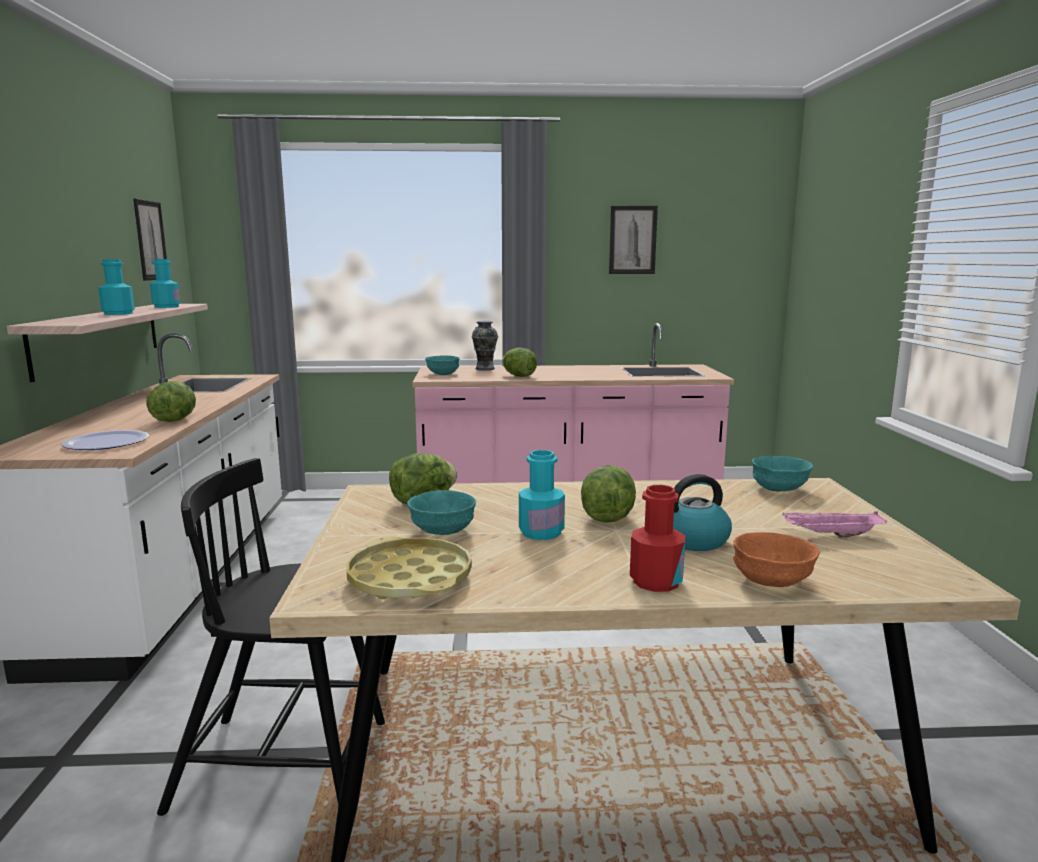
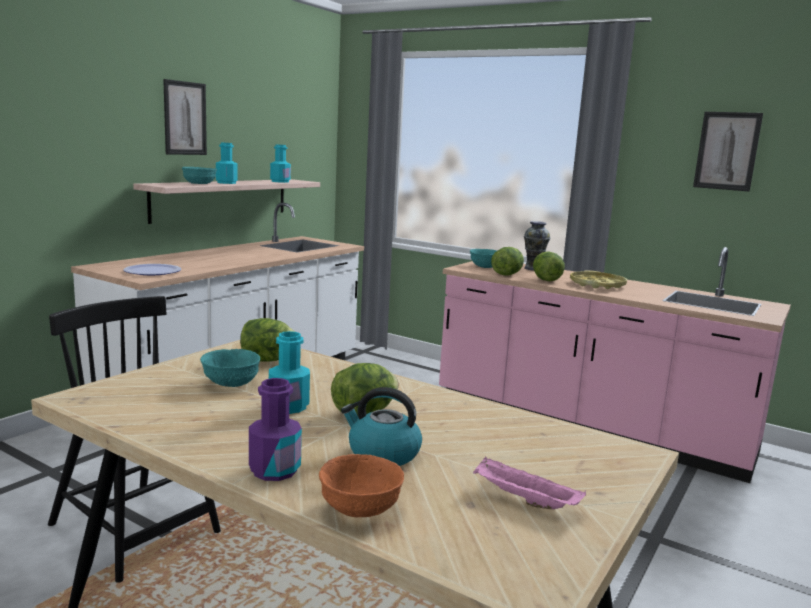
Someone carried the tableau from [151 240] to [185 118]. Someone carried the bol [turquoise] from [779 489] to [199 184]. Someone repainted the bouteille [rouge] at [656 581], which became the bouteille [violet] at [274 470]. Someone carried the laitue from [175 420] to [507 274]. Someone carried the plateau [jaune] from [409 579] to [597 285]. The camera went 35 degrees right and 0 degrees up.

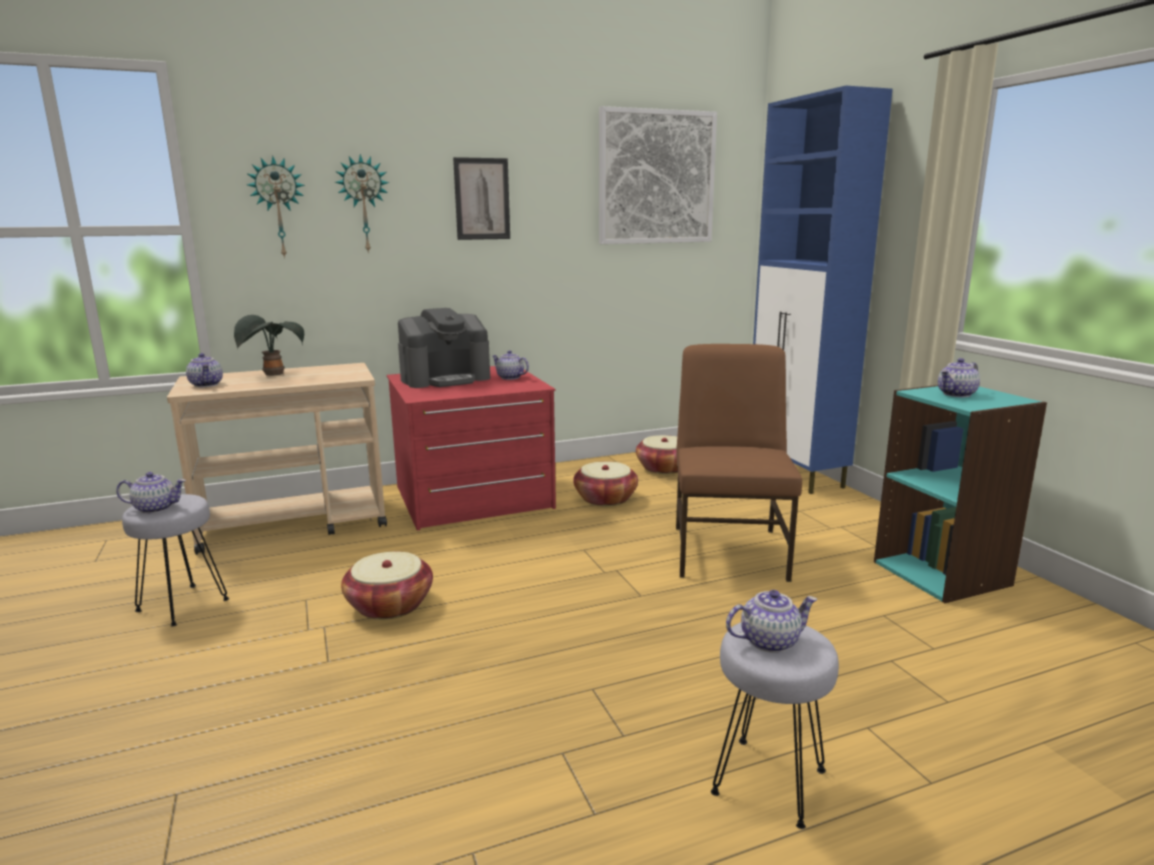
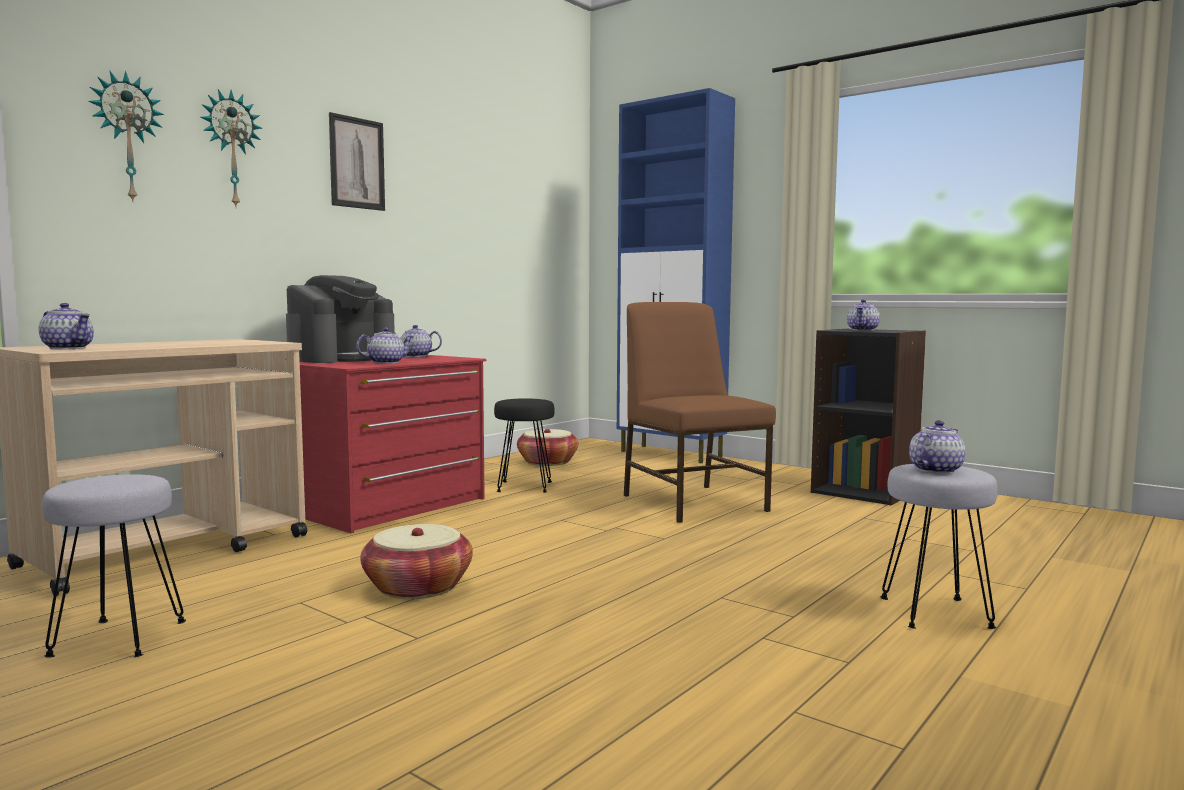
Someone carried the théière from [156 508] to [386 362]. Someone swapped the panier at [605 499] for the tabouret [noir] at [524 487]. Someone repainted the bibliothèque [turquoise] at [942 573], which became the bibliothèque [noir] at [865 491]. Someone took away the plante en pot at [272 375]. Someone took away the tableau at [656 177]. The camera went 30 degrees left and 10 degrees down.

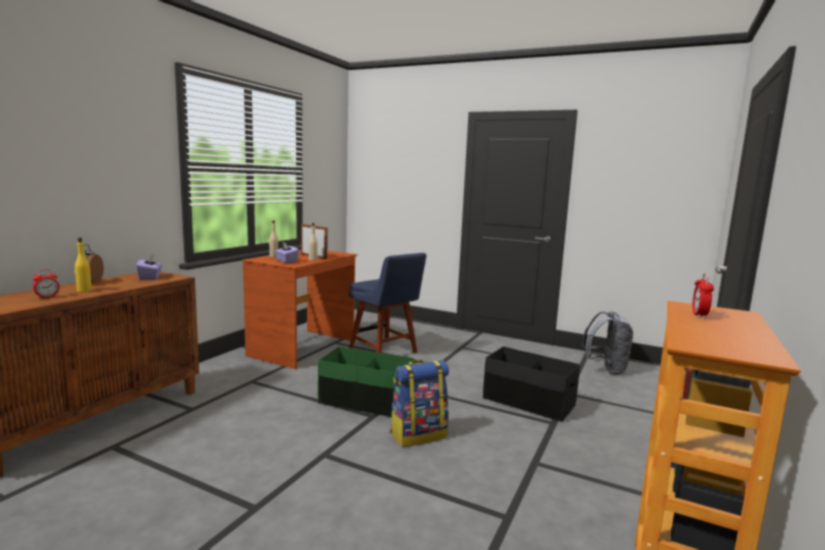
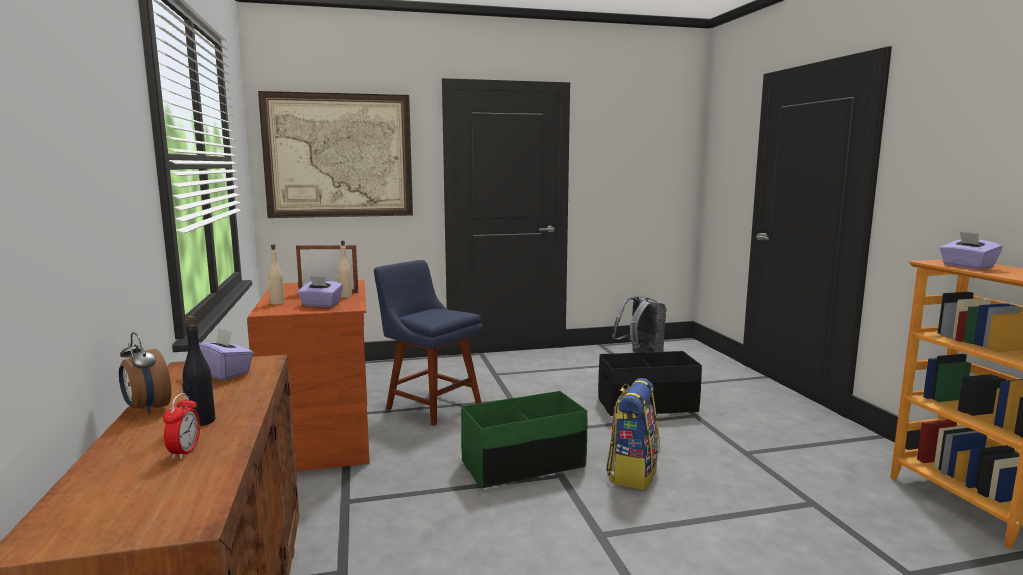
Someone repainted the bouteille [jaune] at [84 290], which became the bouteille [noir] at [201 421]. Someone put up the tableau at [339 156]. Someone rotated the chaise [bleu] at [385 352] by 150 degrees counterclockwise. Someone swapped the réveil at [699 315] for the boîte à mouchoirs [violet] at [967 266]. The camera went 40 degrees left and 0 degrees up.

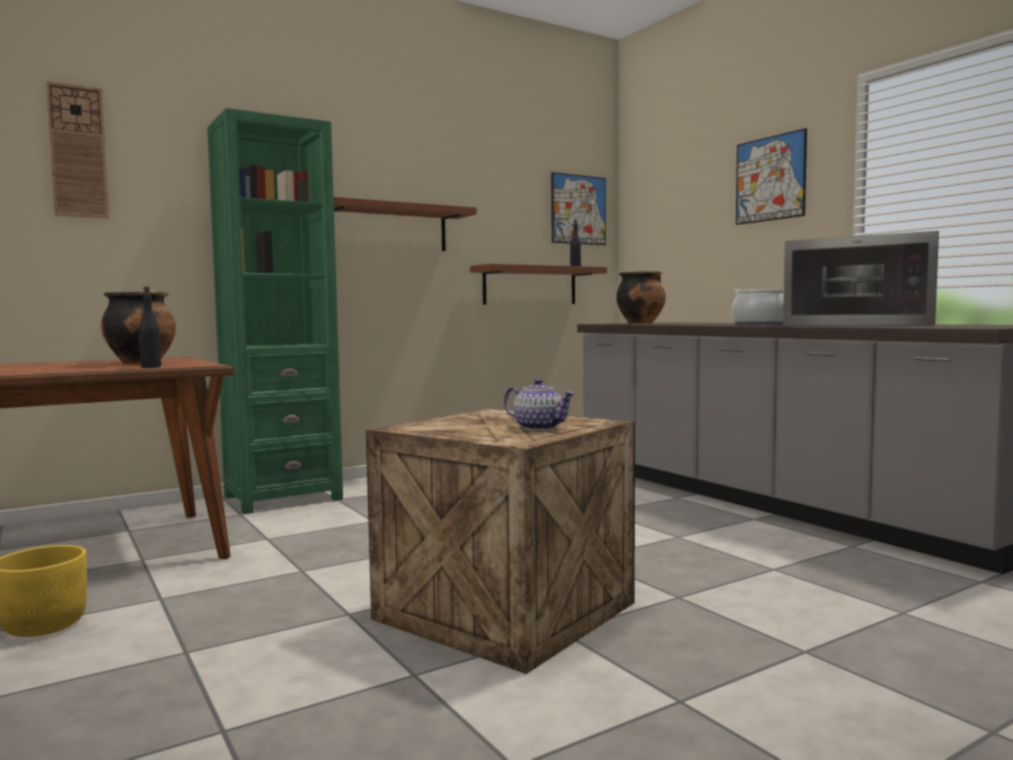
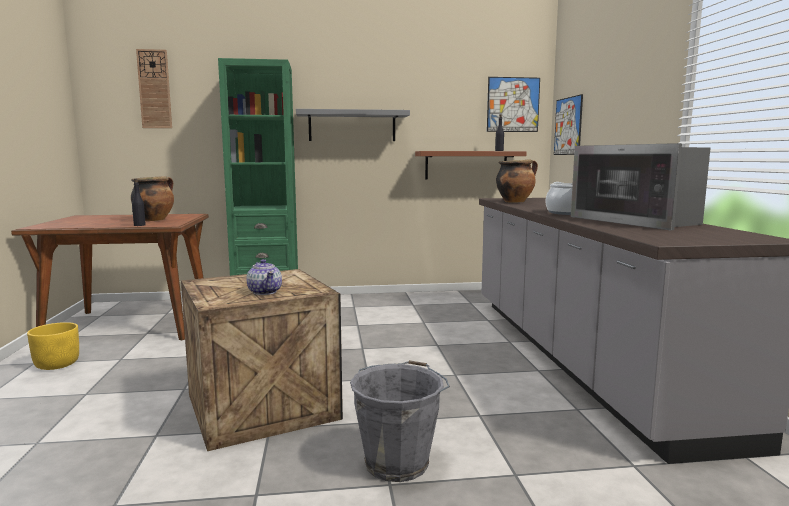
Someone repainted the étagère [marron] at [389 228], which became the étagère [gris] at [352 126]. Someone put down the seau [gris] at [398 462]. Someone carried the tableau from [770 179] to [568 126]. The camera went 25 degrees right and 5 degrees up.

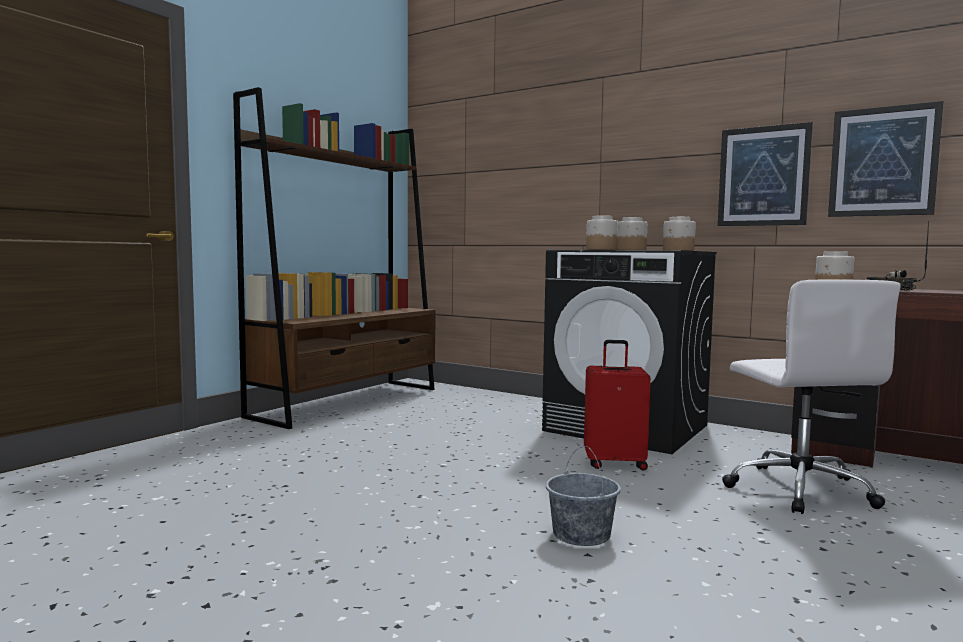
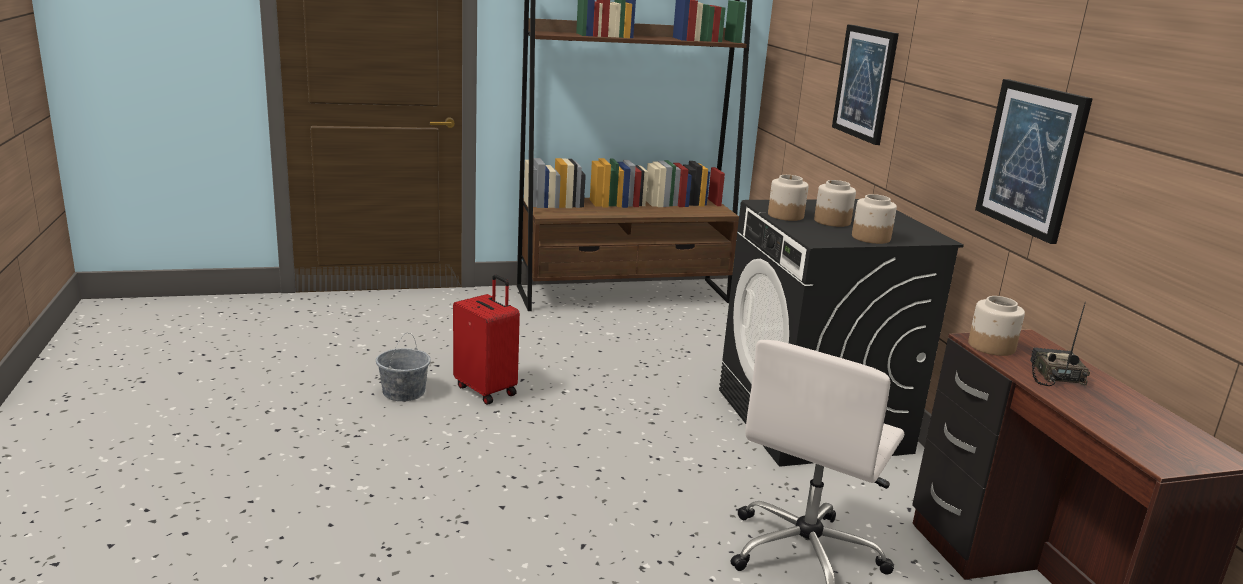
Someone carried the seau [gris] from [581 534] to [404 392]. Someone carried the valise [rouge] from [614 463] to [487 390]. Someone carried the tableau from [883 162] to [865 83]. The camera went 40 degrees right and 15 degrees up.

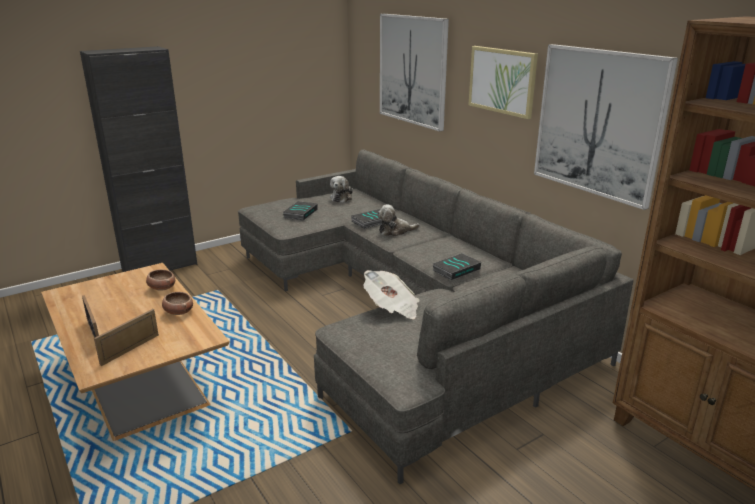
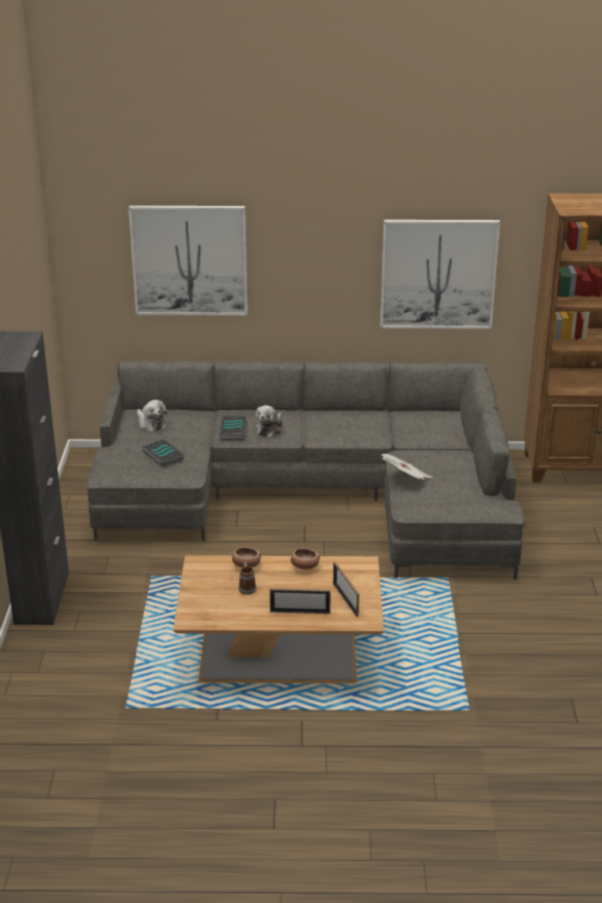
Someone put down the mug at [246 587]. Someone took away the livre at [456 269]. Someone took away the tableau at [502 81]. The camera went 55 degrees left and 5 degrees up.

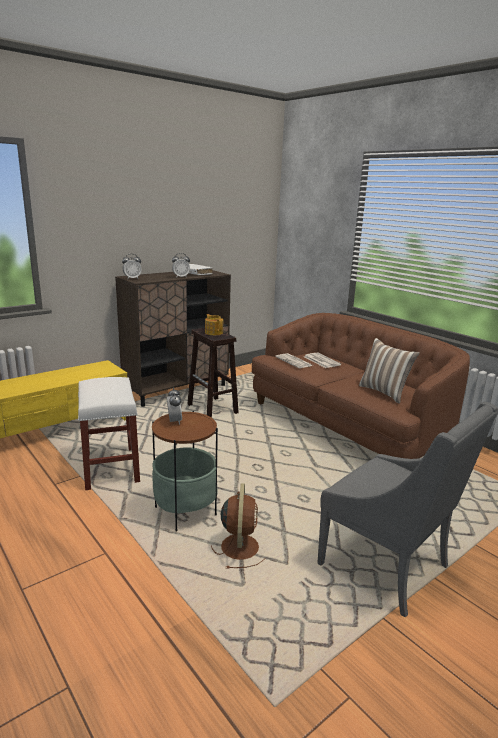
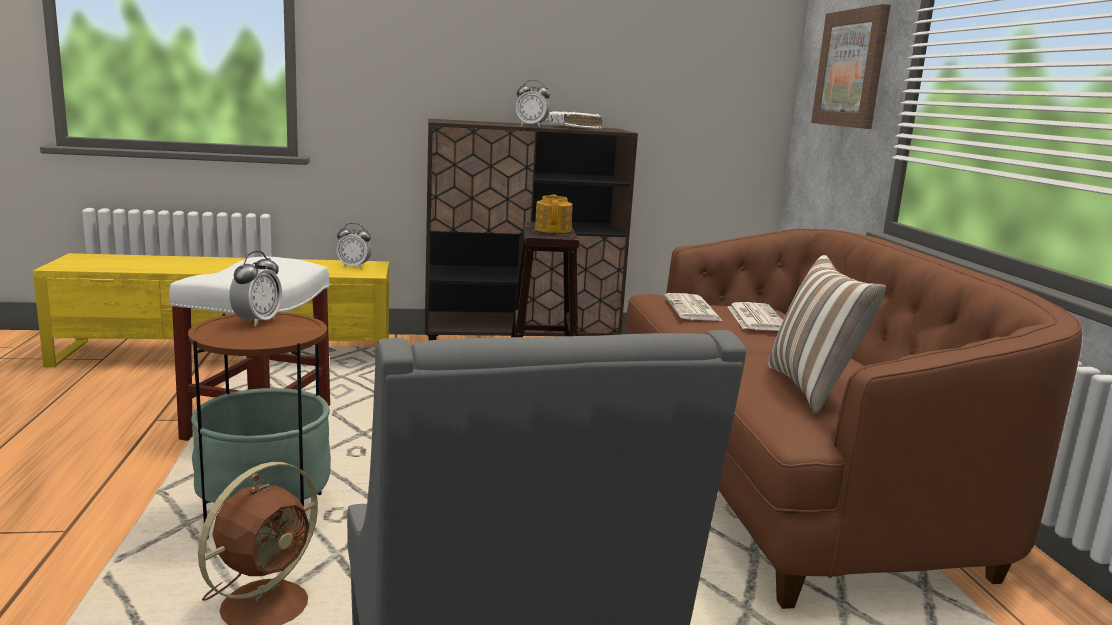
Someone carried the réveil from [132 278] to [354 267]. Someone put up the tableau at [851 68]. The camera went 30 degrees right and 5 degrees down.

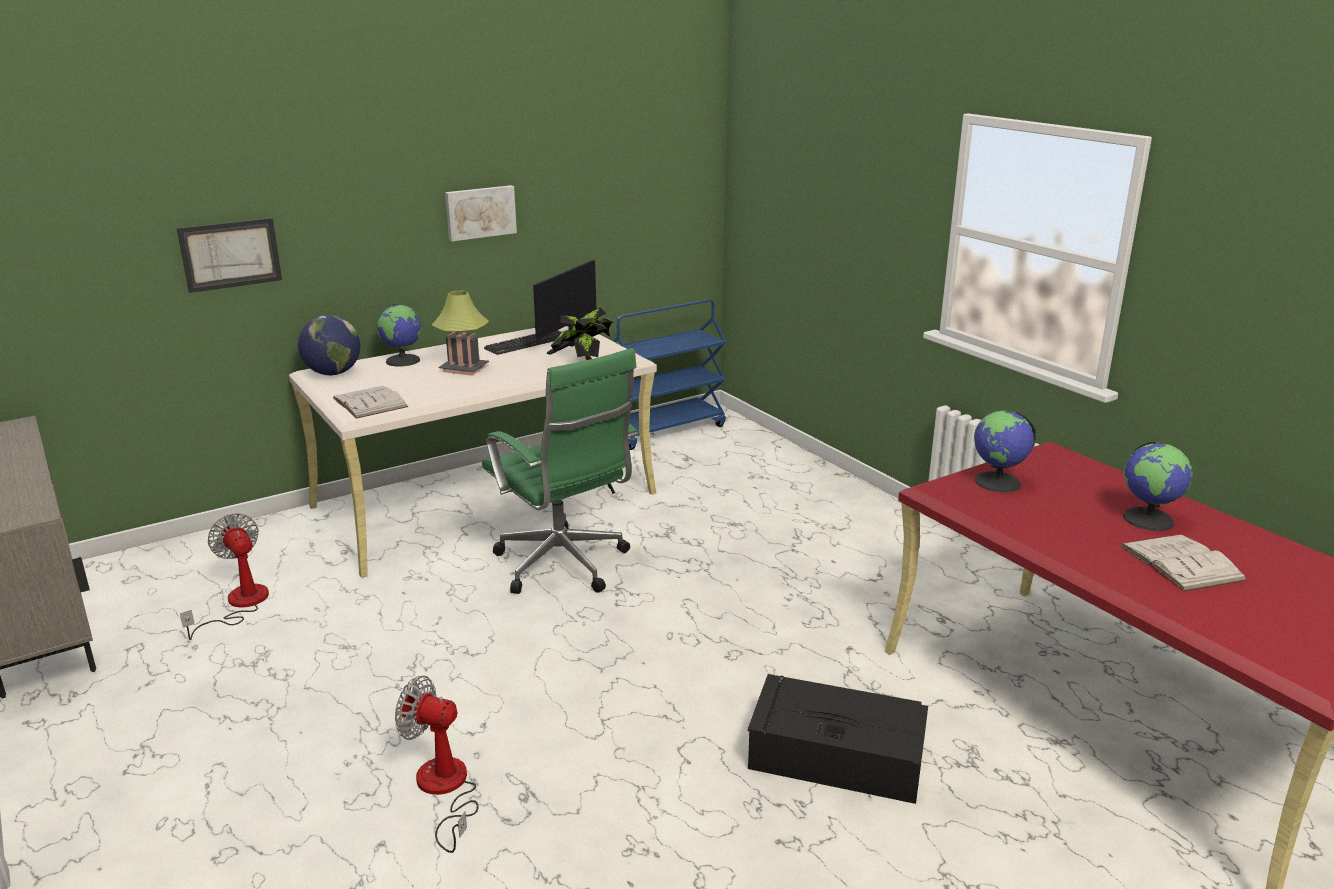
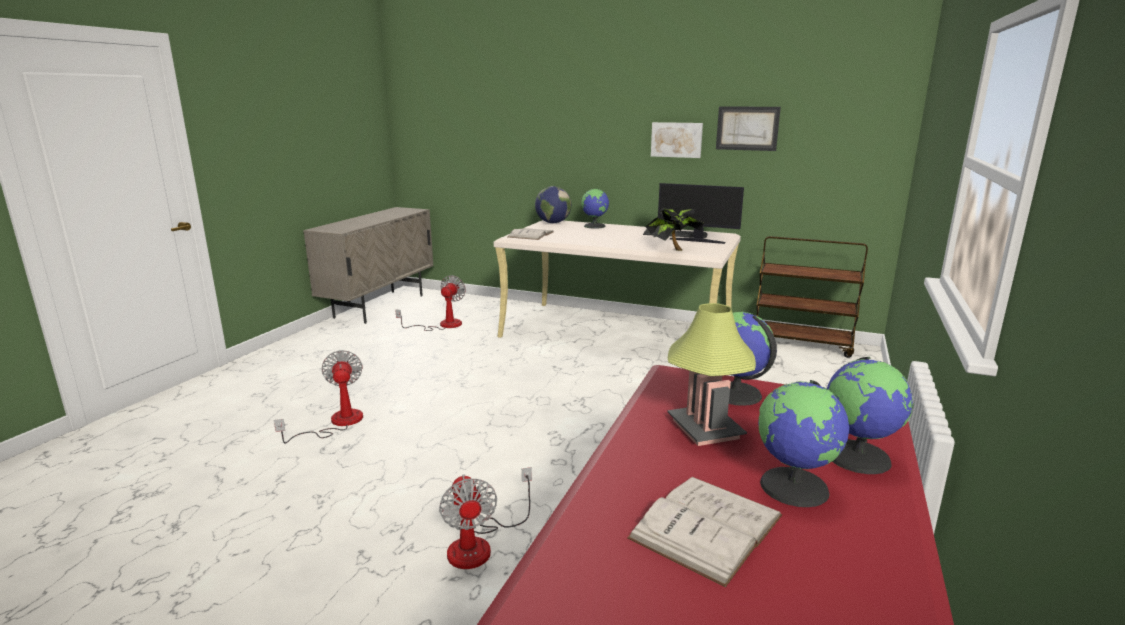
Someone swapped the boîte de rangement [noir] at [834 755] for the ventilateur at [480 544]. Someone rotated the écran d'ordinateur at [570 344] by 150 degrees counterclockwise. Someone carried the lampe de table from [464 369] to [705 429]. Someone carried the tableau from [230 254] to [747 128]. Someone repainted the chariot [bleu] at [666 429], which became the chariot [marron] at [801 344]. Someone put down the globe at [859 457]. Someone took away the chaise de bureau [vert] at [564 566]. The camera went 55 degrees right and 5 degrees down.

